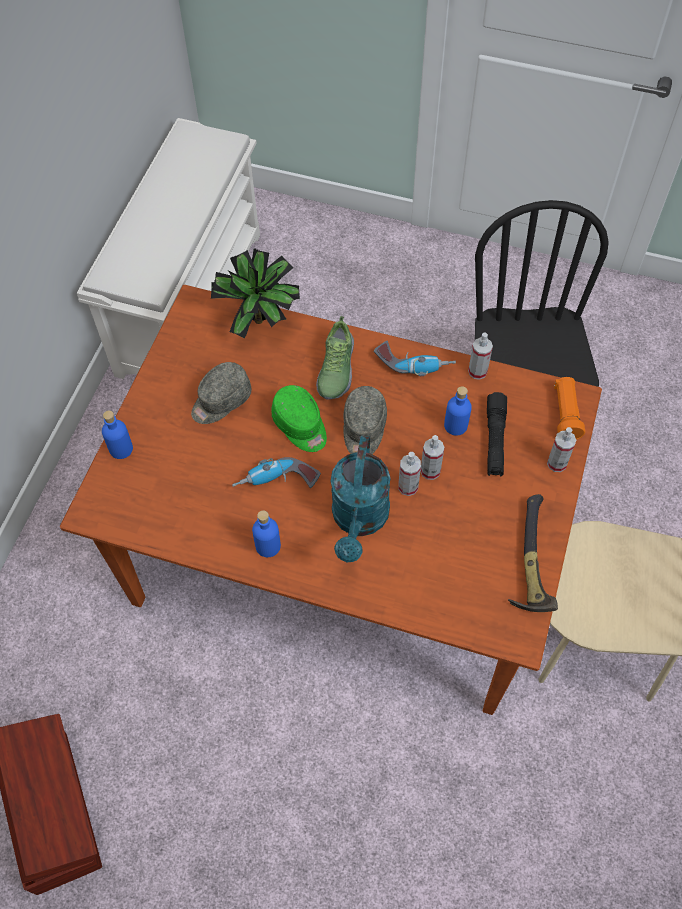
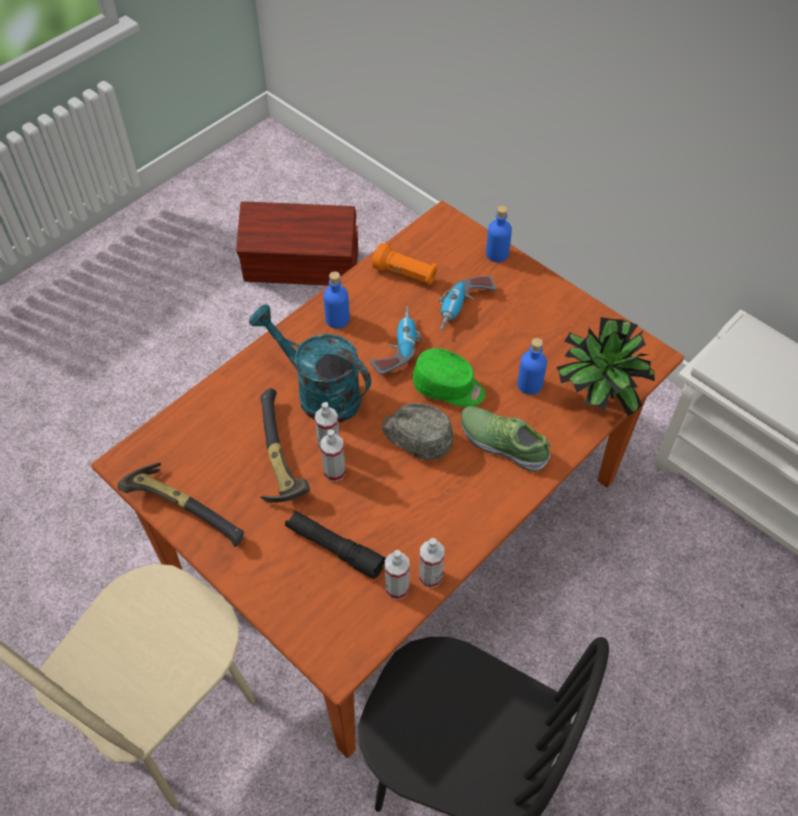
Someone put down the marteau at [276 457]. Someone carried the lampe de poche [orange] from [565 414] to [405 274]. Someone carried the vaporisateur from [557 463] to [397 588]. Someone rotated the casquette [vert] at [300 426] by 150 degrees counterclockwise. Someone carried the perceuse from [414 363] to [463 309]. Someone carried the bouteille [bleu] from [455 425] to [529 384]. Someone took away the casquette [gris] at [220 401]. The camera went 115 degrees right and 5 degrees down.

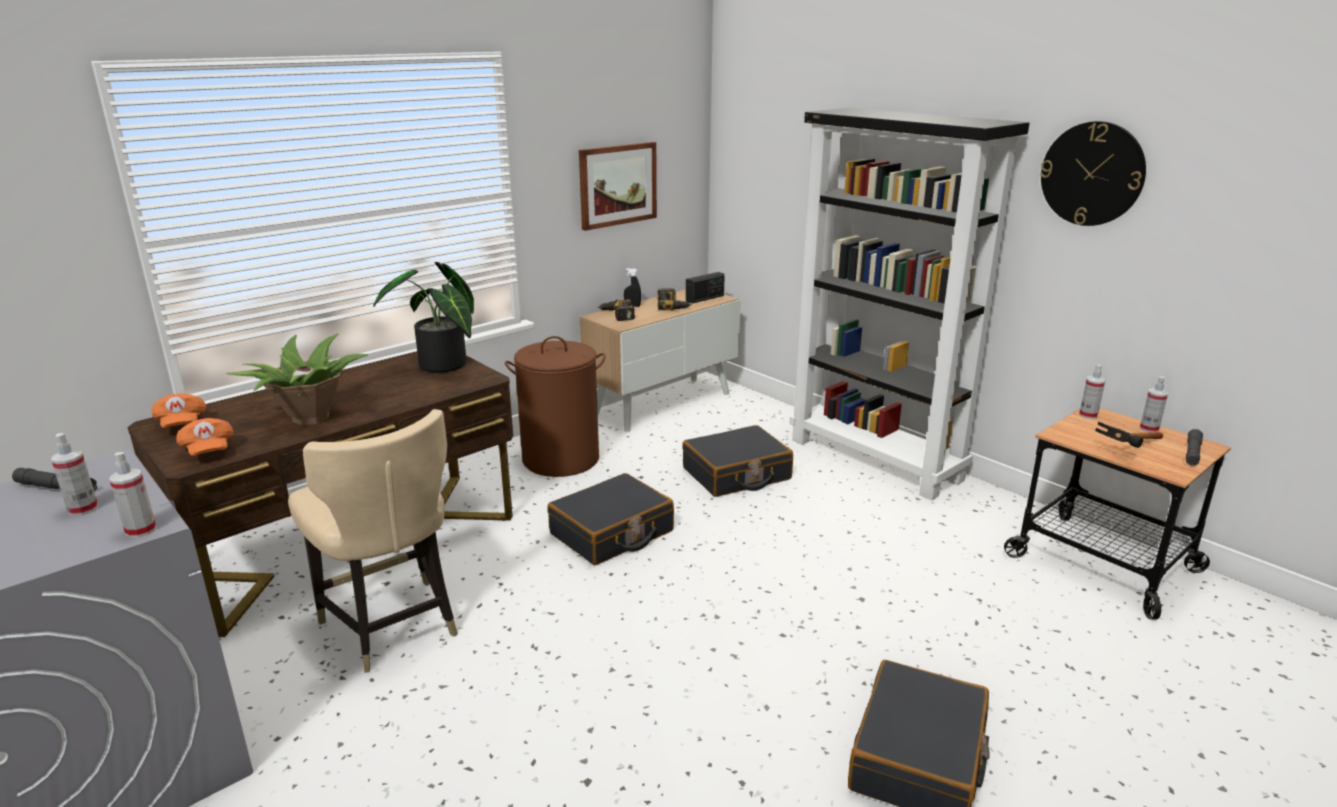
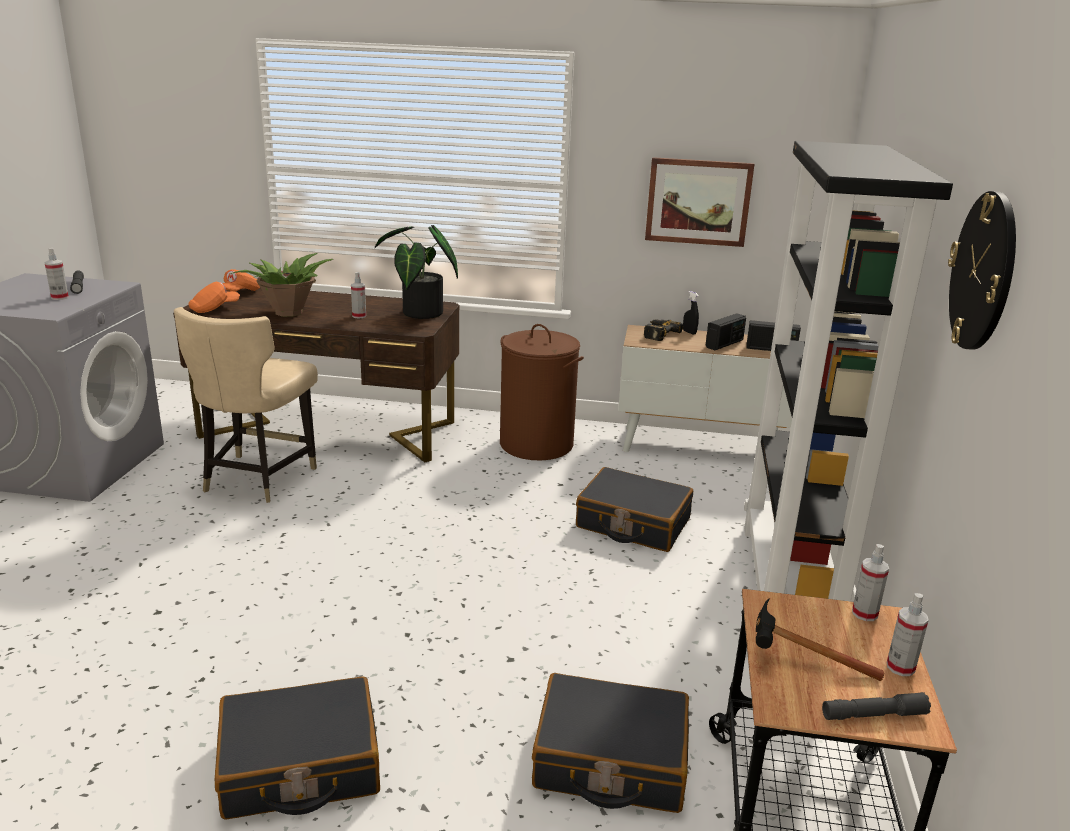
Someone rotated the casquette [orange] at [208 451] by 150 degrees counterclockwise. Someone carried the vaporisateur from [141 530] to [359 316]. Someone carried the valise [noir] from [612 533] to [610 760]. Someone swapped the perceuse at [673 305] for the radio at [724 344]. The camera went 50 degrees right and 0 degrees up.

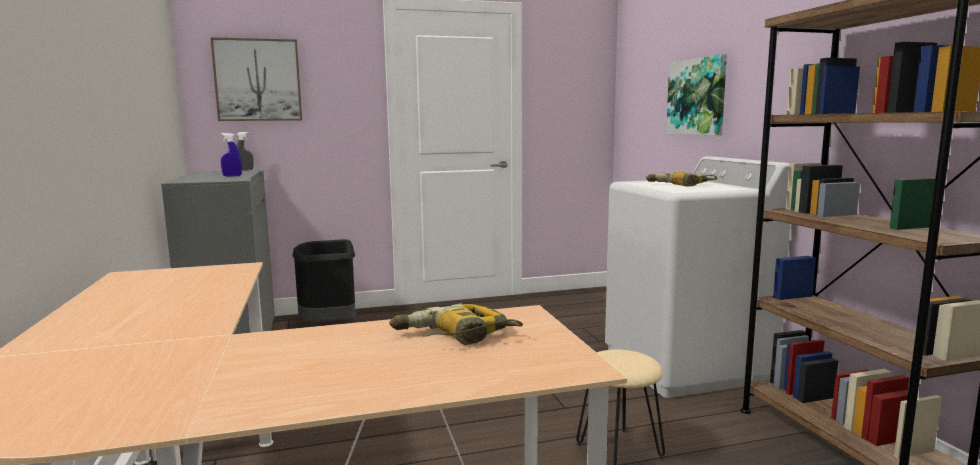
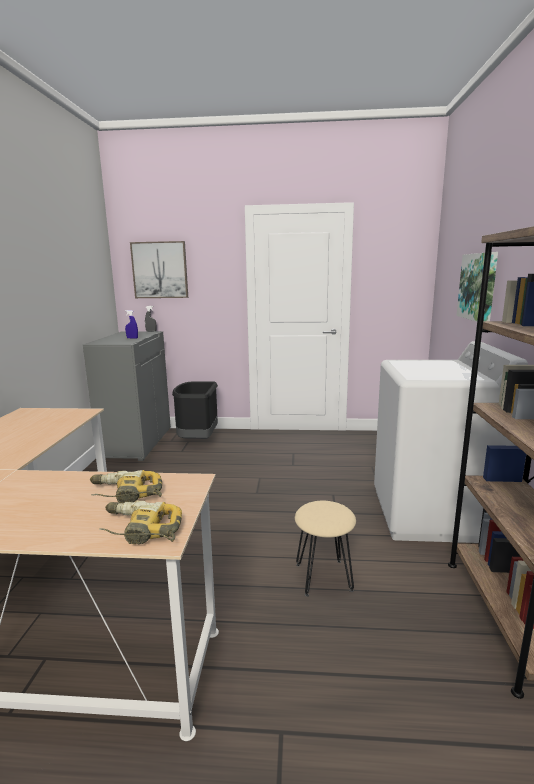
Someone carried the perceuse from [679 185] to [139 530]. The camera went 20 degrees right and 5 degrees up.

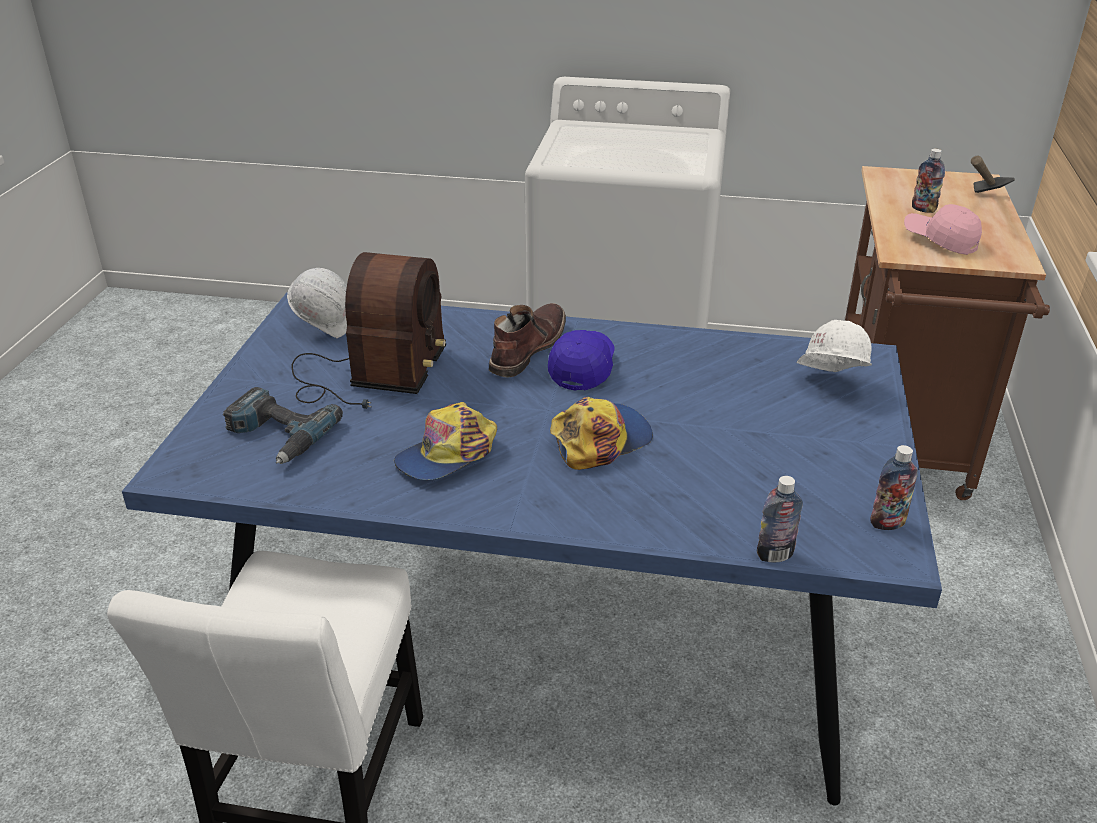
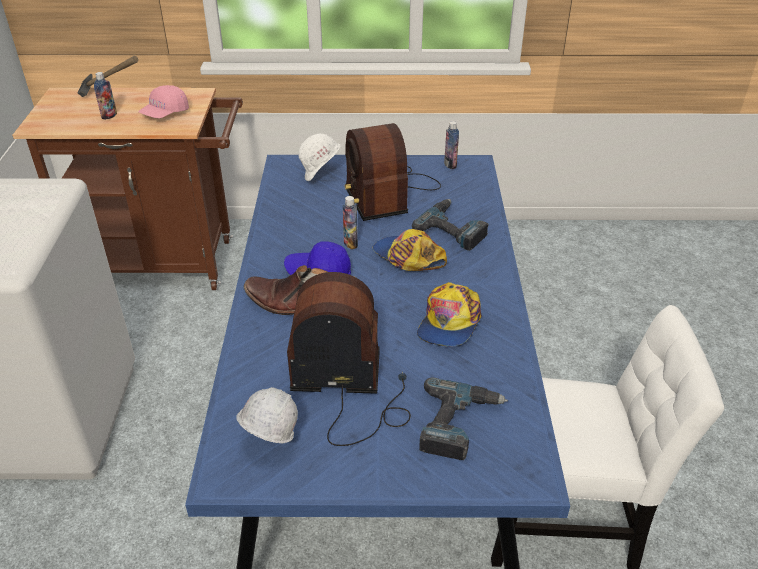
Someone carried the bouteille from [775 555] to [350 243]. Someone put down the radio at [388 193]. Someone put down the perceuse at [453 229]. Someone rotated the casquette at [448 455] by 75 degrees clockwise. The camera went 100 degrees left and 5 degrees up.

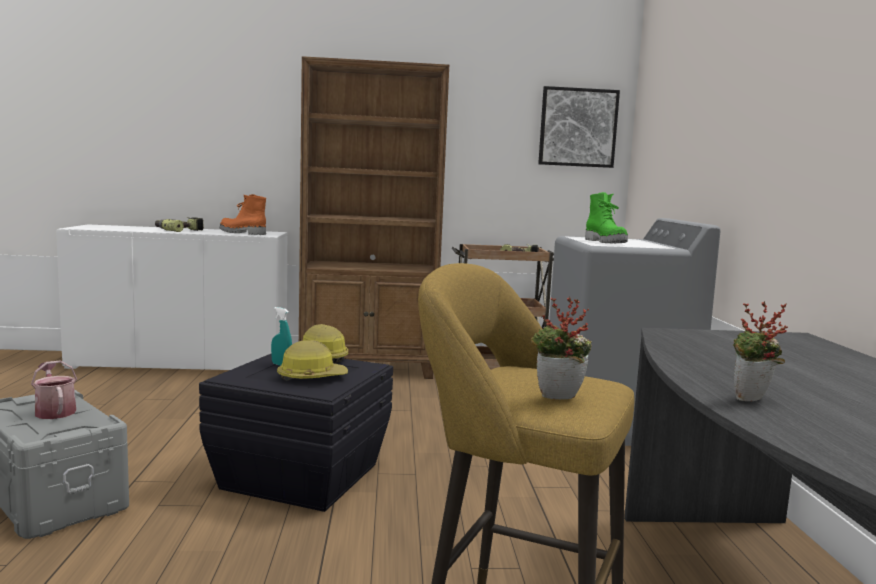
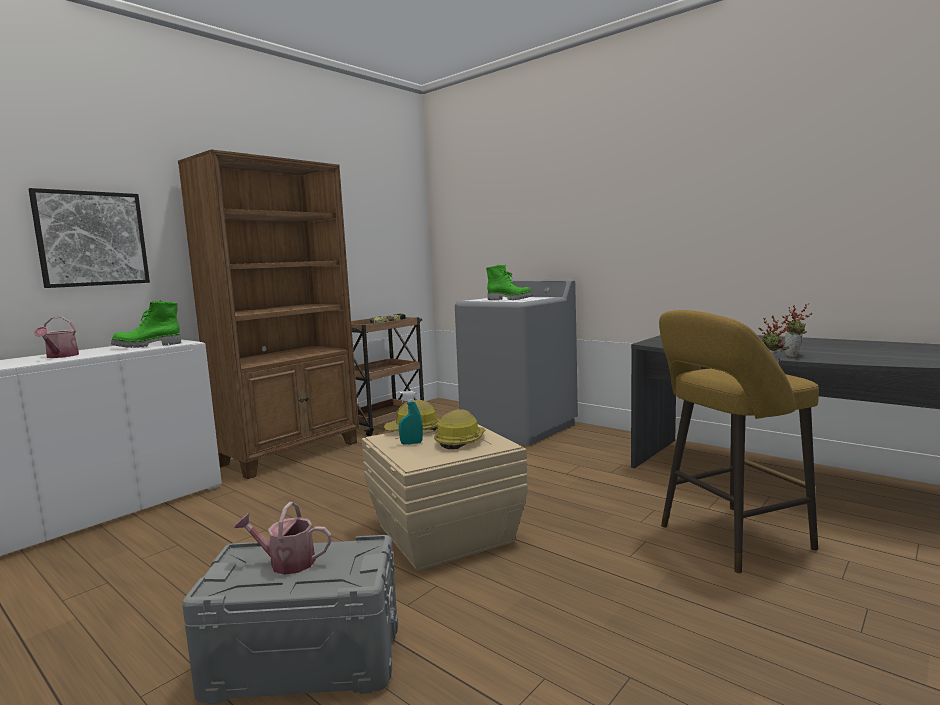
Someone carried the tableau from [578 127] to [92 239]. Someone swapped the perceuse at [179 230] for the arrosoir at [60 356]. Someone repainted the botte [orange] at [241 233], which became the botte [vert] at [147 346]. Someone repainted the boîte de rangement [noir] at [300 475], which became the boîte de rangement [beige] at [443 533]. The camera went 45 degrees left and 0 degrees up.

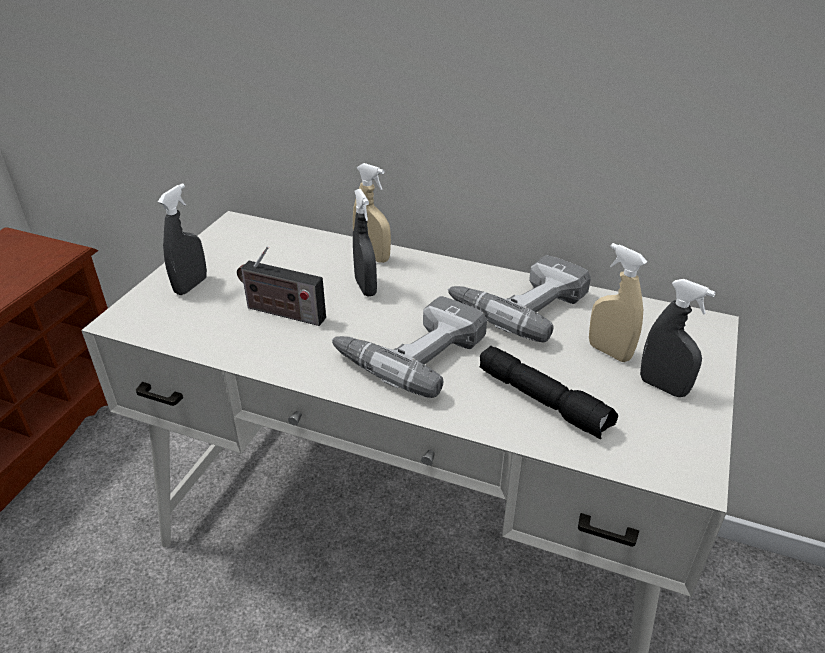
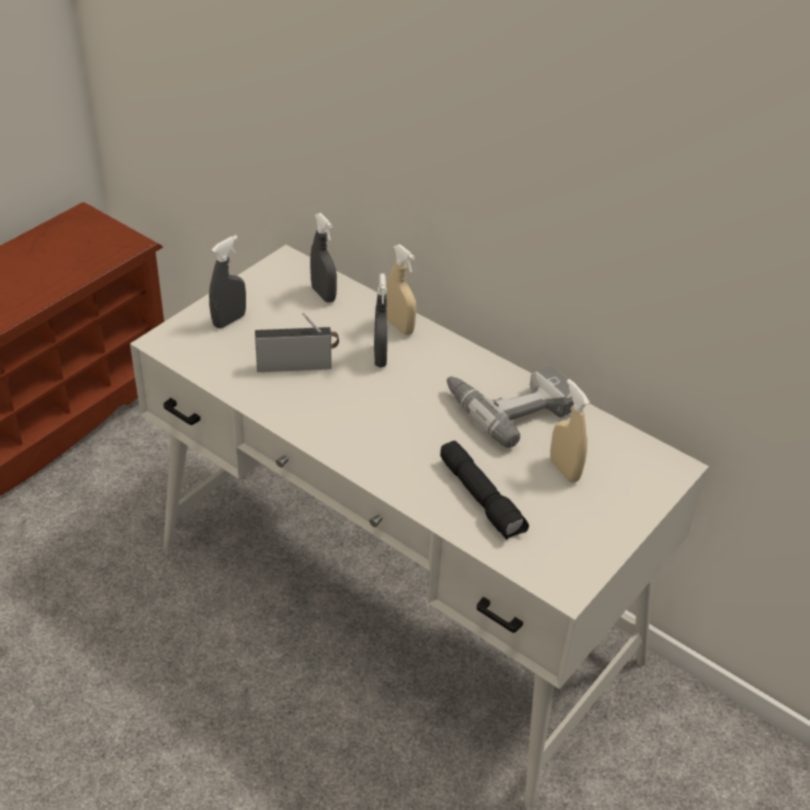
Someone rotated the radio at [282 313] by 135 degrees clockwise. Someone carried the vaporisateur [gris] from [663 387] to [323 294]. Someone took away the perceuse at [411 351]. The camera went 15 degrees right and 5 degrees up.

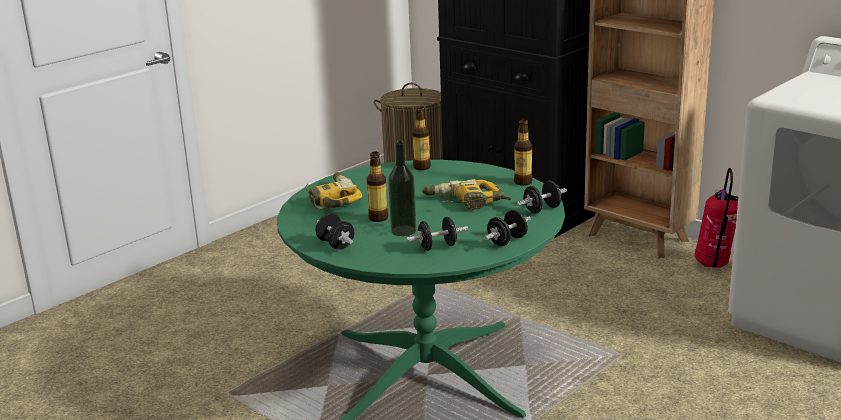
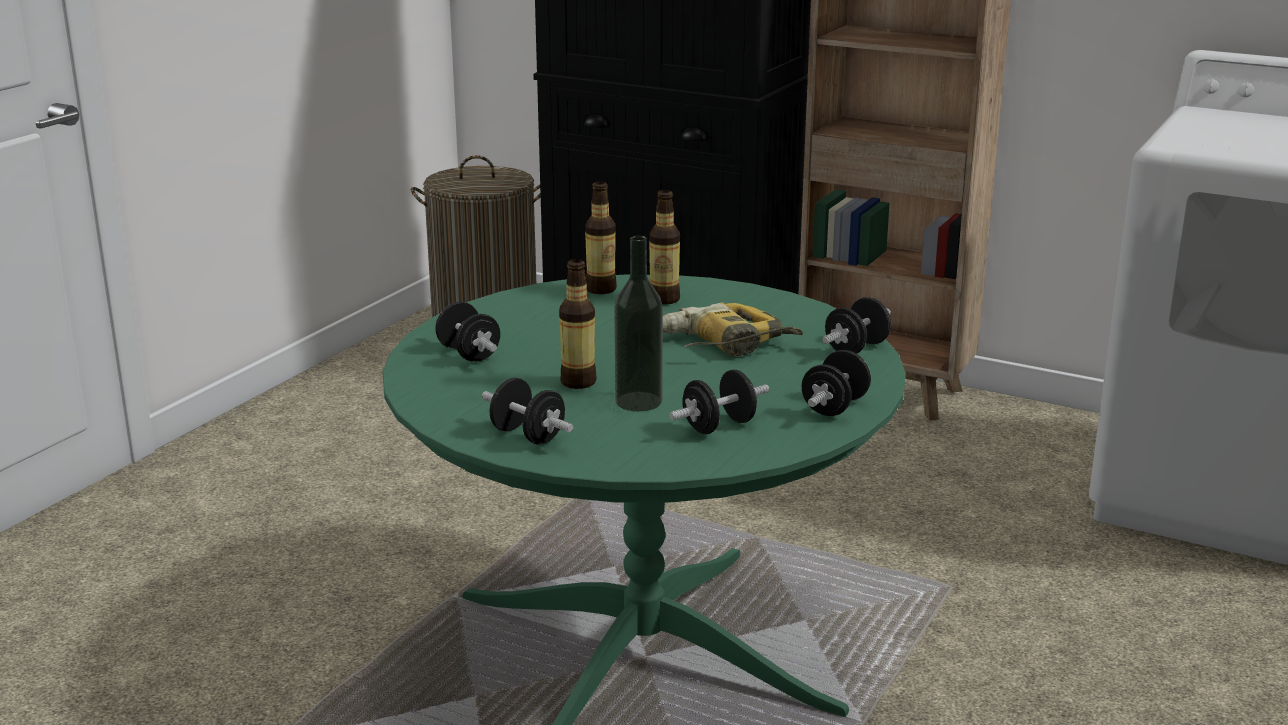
Someone swapped the perceuse at [330 199] for the haltère [noir] at [469 354]. Someone carried the bouteille from [523 182] to [664 299]. Someone took away the extincteur at [714 266]. The camera went 15 degrees left and 0 degrees up.

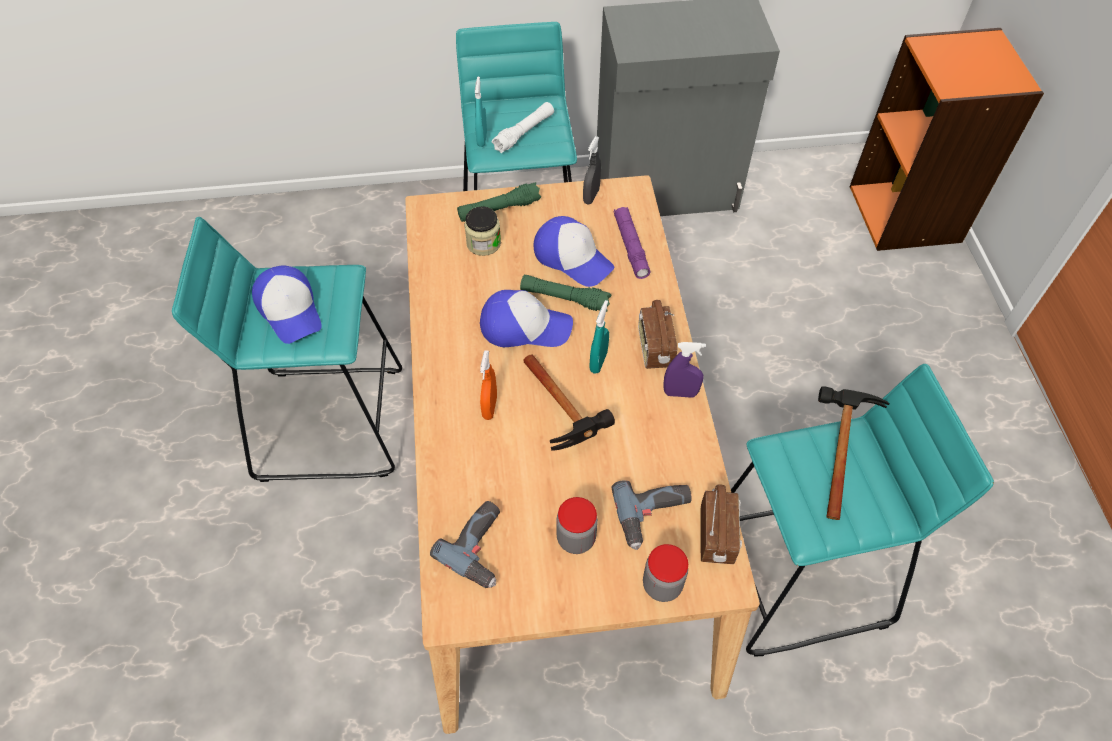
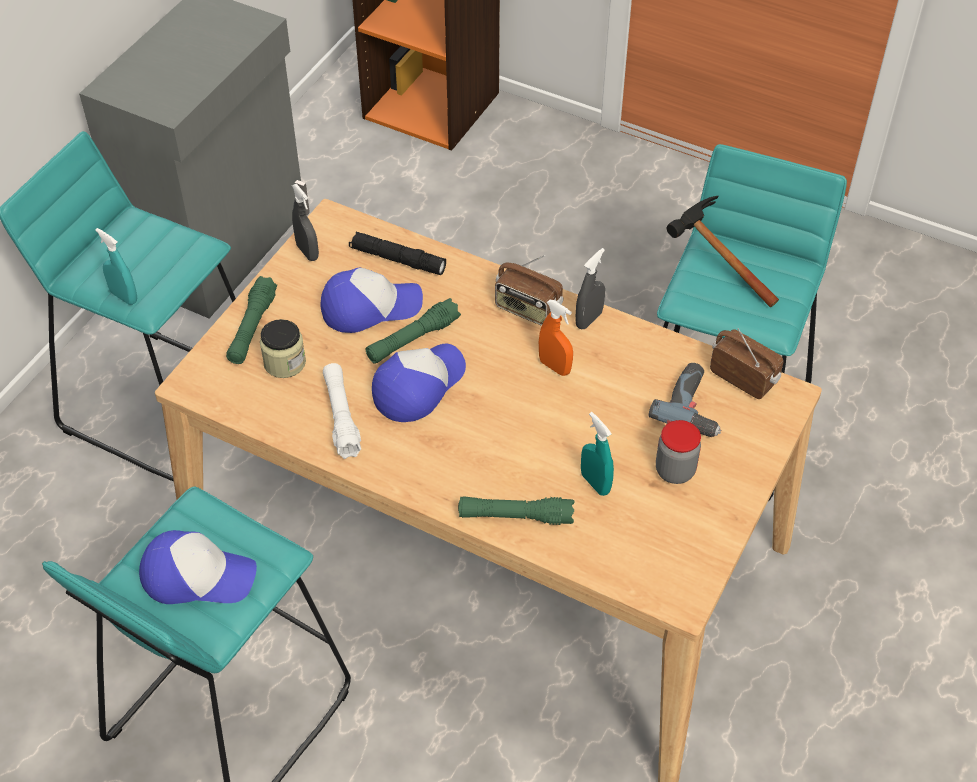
Someone carried the lampe de poche [blanc] from [524 133] to [341 416]. Someone repainted the lampe de poche [violet] at [631 246], which became the lampe de poche [noir] at [397 259]. Someone put down the lampe de poche [vert] at [515 516]. Someone carried the vaporisateur [orange] from [490 407] to [554 367]. Someone repainted the vaporisateur [violet] at [680 393], which became the vaporisateur [gris] at [589 319]. Someone carried the vaporisateur [turquoise] from [598 362] to [595 483]. Someone took away the perceuse at [482 547]. Someone took away the marteau at [566 420]. Someone took away the bocal at [662 585]. The camera went 55 degrees left and 5 degrees down.

